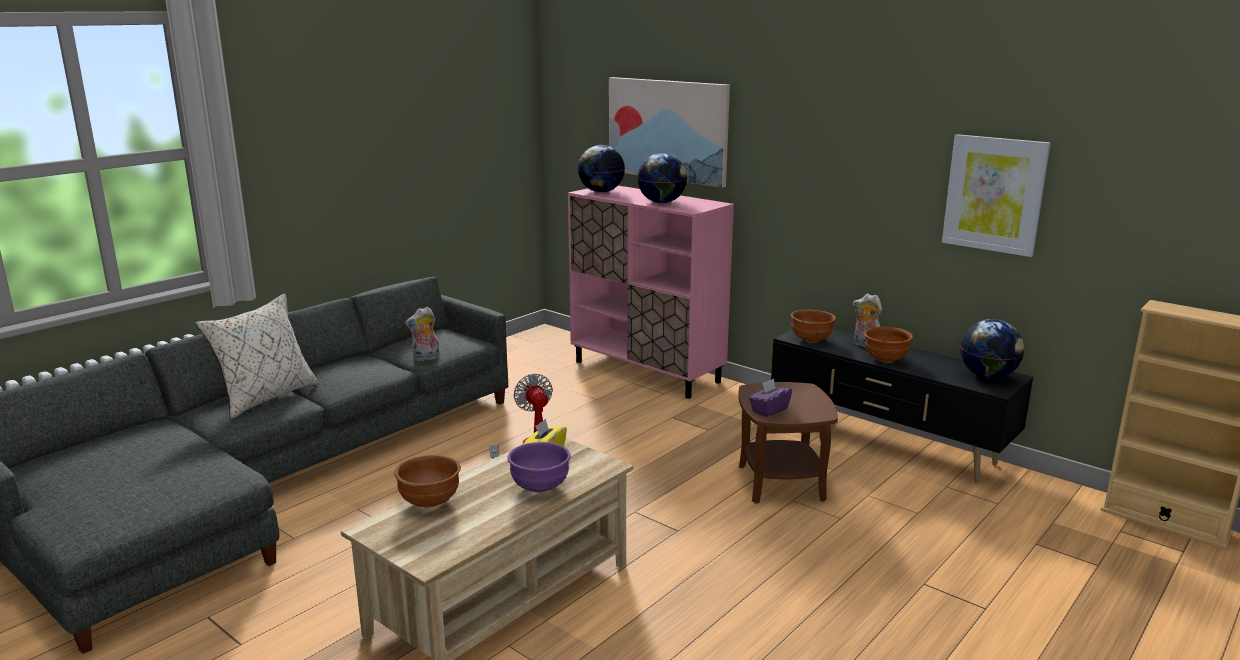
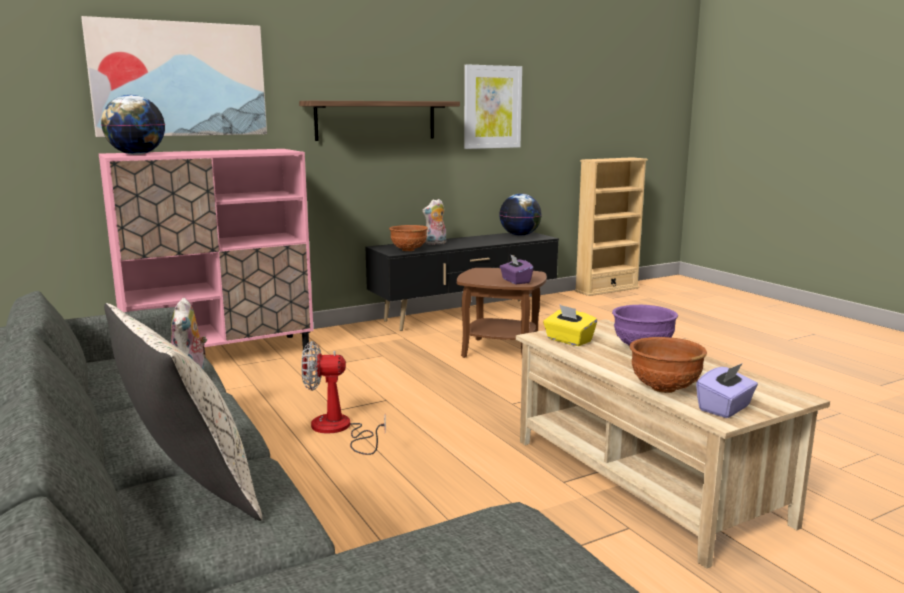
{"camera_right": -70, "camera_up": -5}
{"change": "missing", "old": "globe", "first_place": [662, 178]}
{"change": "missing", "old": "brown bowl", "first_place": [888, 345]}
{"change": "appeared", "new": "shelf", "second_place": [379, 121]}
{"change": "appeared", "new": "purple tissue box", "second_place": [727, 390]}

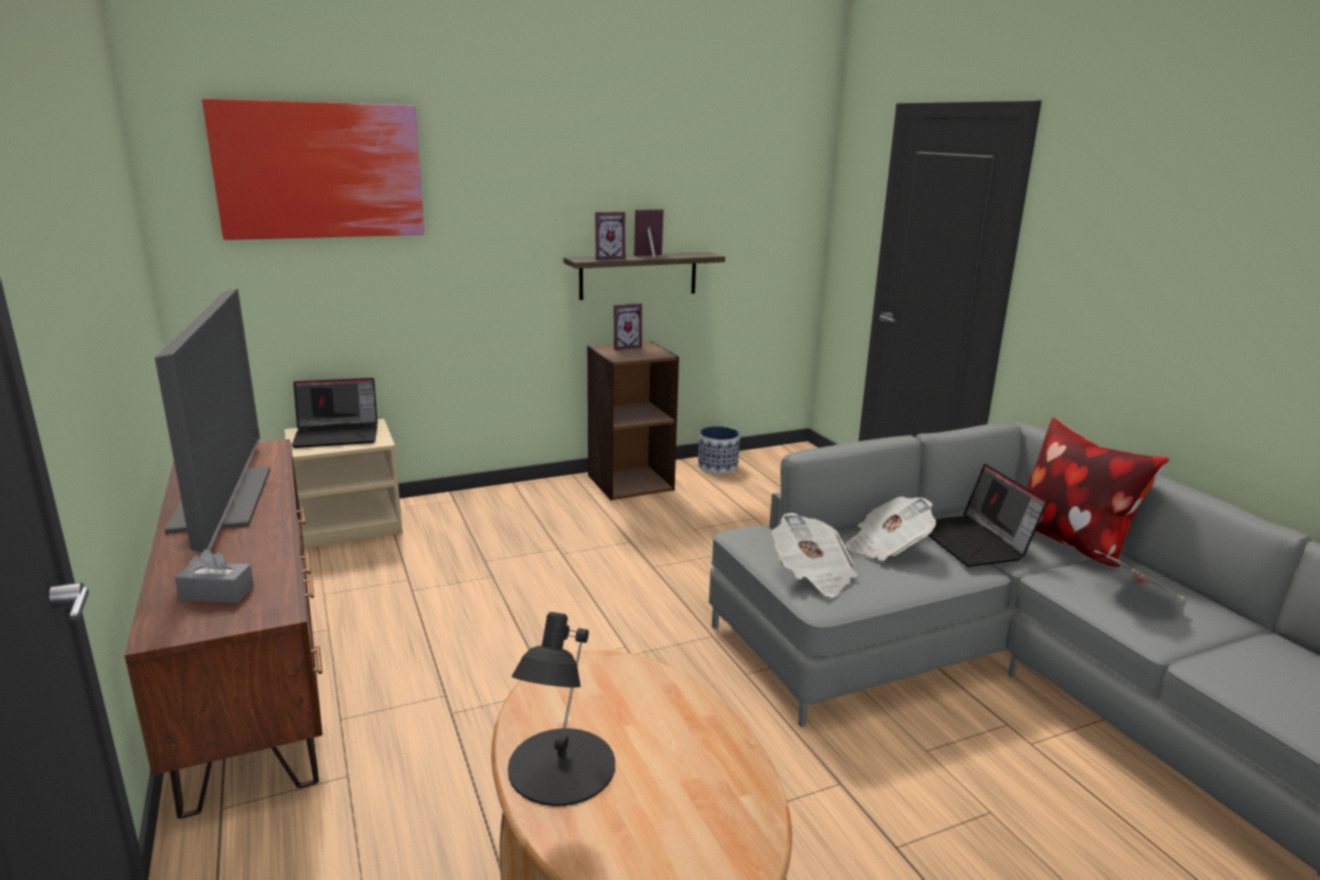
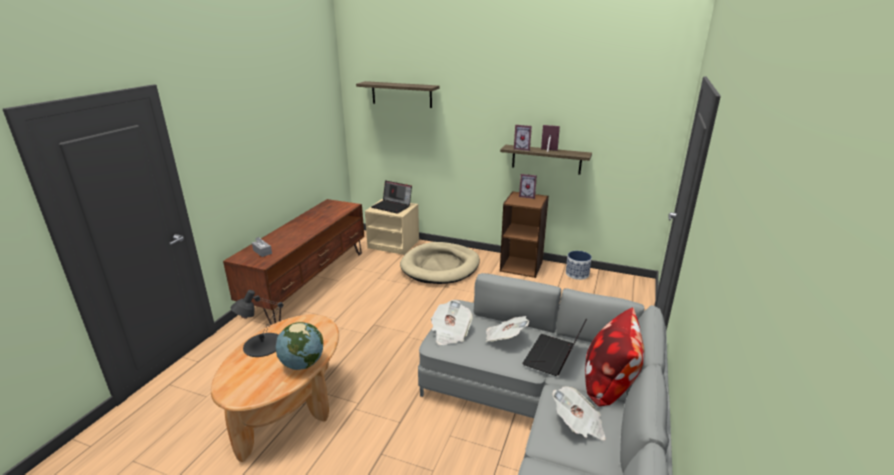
{"camera_right": 45, "camera_up": 5}
{"change": "exchanged", "old": "picture", "new": "shelf", "first_place": [313, 169], "second_place": [397, 94]}
{"change": "missing", "old": "television", "first_place": [212, 420]}
{"change": "appeared", "new": "beige dog bed", "second_place": [440, 263]}
{"change": "appeared", "new": "globe", "second_place": [299, 346]}

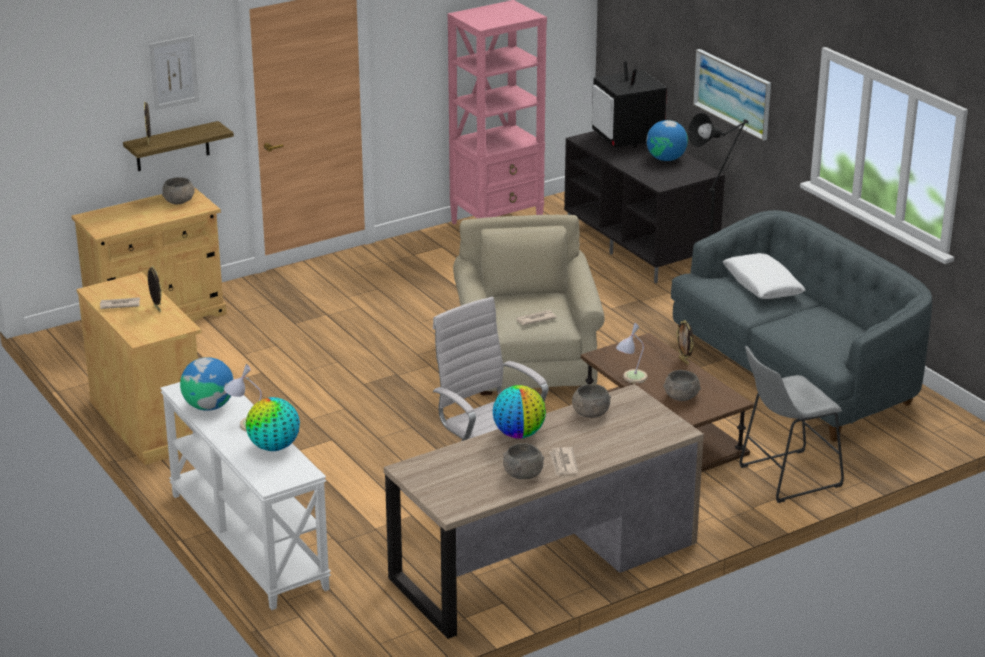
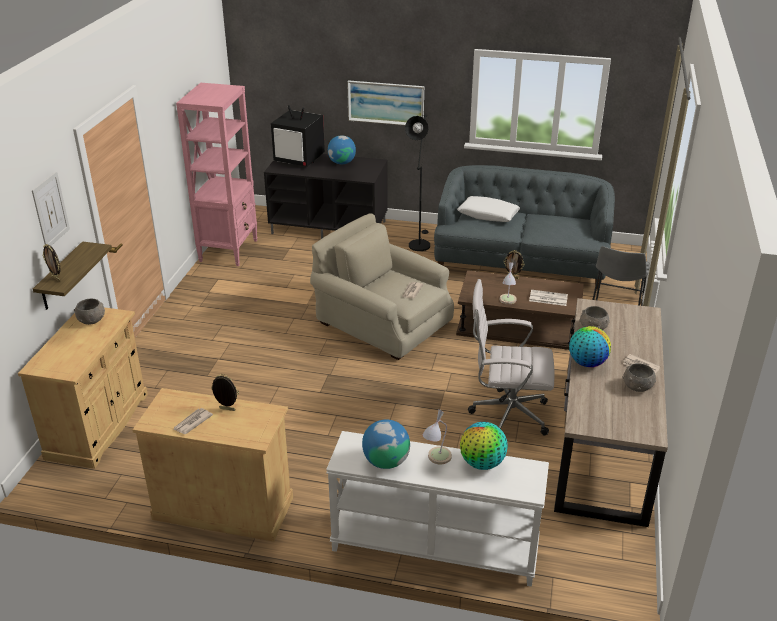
{"camera_right": -45, "camera_up": 5}
{"change": "exchanged", "old": "grey bowl", "new": "newspaper", "first_place": [682, 385], "second_place": [548, 298]}

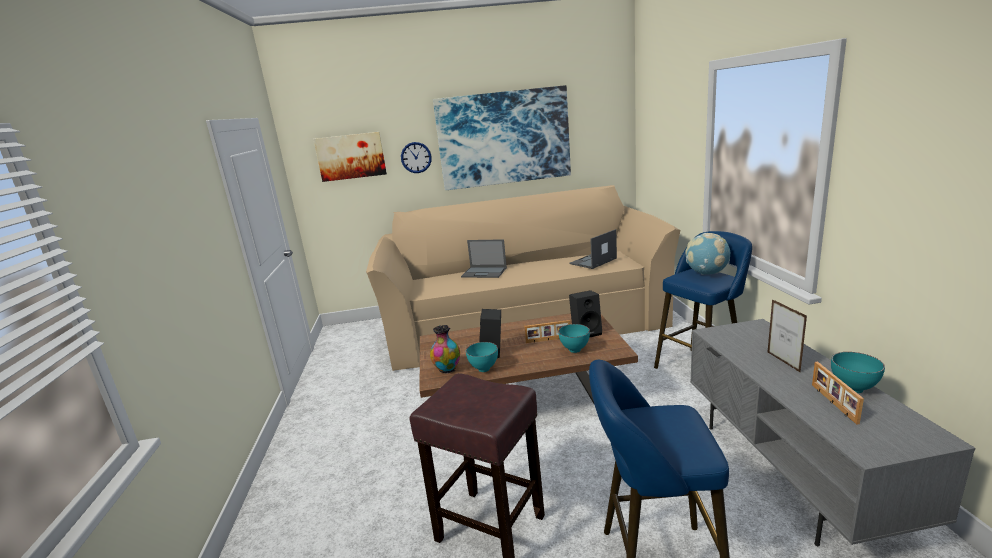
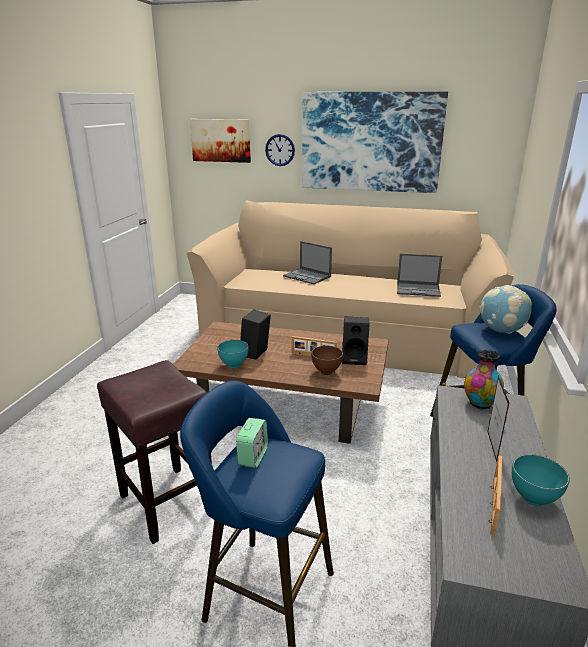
{"camera_right": 20, "camera_up": 5}
{"change": "spun", "old": "laptop", "first_place": [593, 249], "second_place": [419, 275], "degrees": -150}
{"change": "colour", "old": "turquoise bowl", "new": "brown bowl", "first_place": [574, 338], "second_place": [327, 360]}
{"change": "relocated", "old": "vase", "first_place": [445, 349], "second_place": [484, 379]}
{"change": "appeared", "new": "alarm clock", "second_place": [252, 443]}

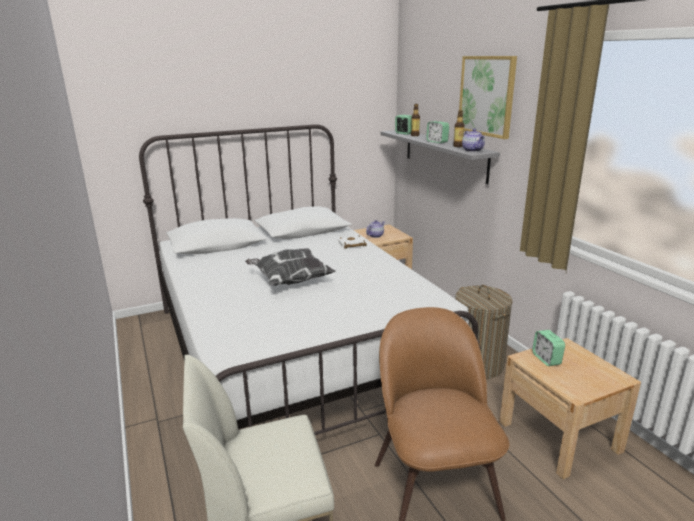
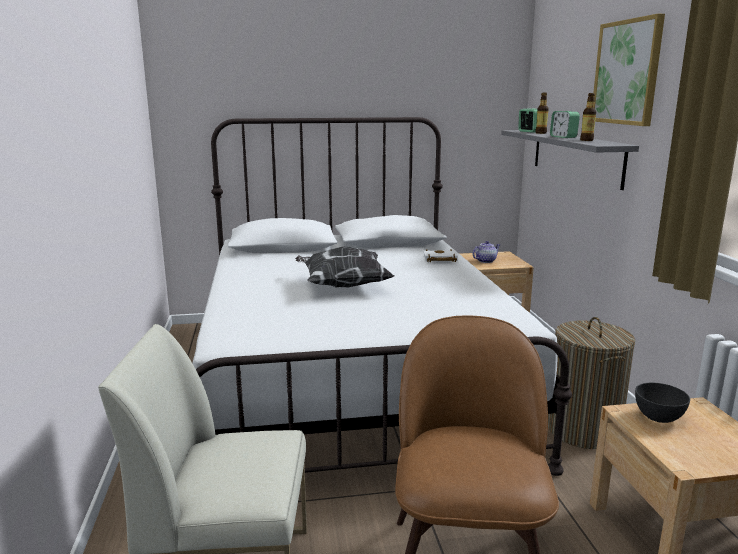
{"camera_right": 15, "camera_up": -5}
{"change": "missing", "old": "teapot", "first_place": [473, 140]}
{"change": "exchanged", "old": "alarm clock", "new": "grey bowl", "first_place": [548, 348], "second_place": [662, 403]}

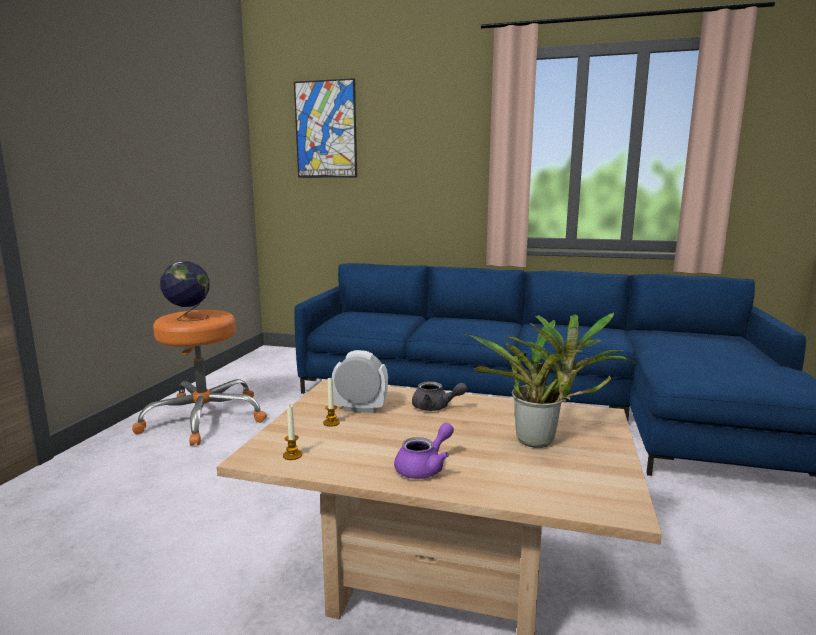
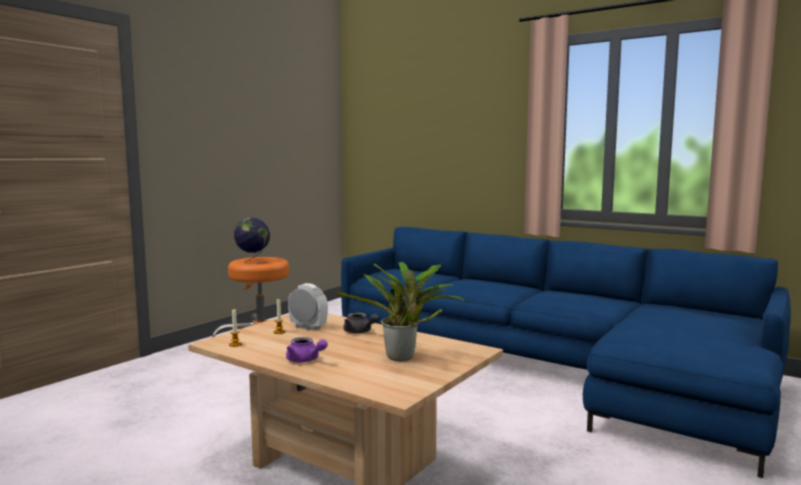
{"camera_right": 20, "camera_up": -5}
{"change": "missing", "old": "picture", "first_place": [325, 128]}
{"change": "spun", "old": "purple teapot", "first_place": [424, 451], "second_place": [307, 349], "degrees": 60}

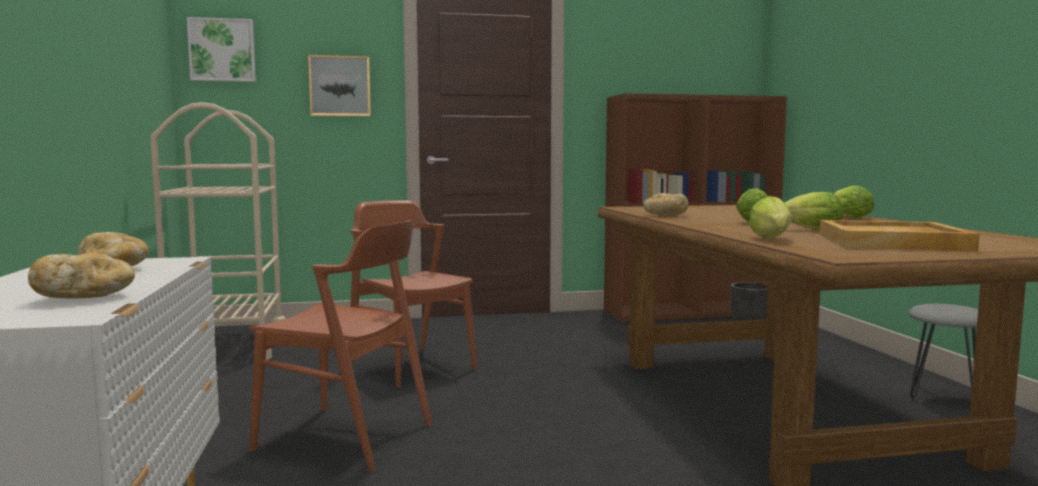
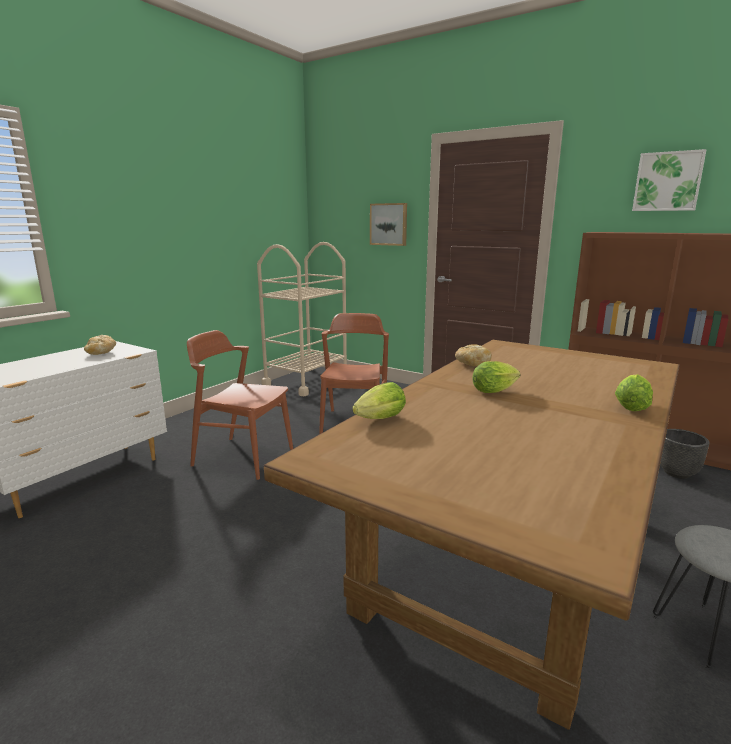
{"camera_right": 45, "camera_up": 10}
{"change": "relocated", "old": "picture", "first_place": [221, 49], "second_place": [669, 180]}
{"change": "missing", "old": "lettuce", "first_place": [814, 211]}
{"change": "spun", "old": "brown chair", "first_place": [340, 345], "second_place": [240, 405], "degrees": 135}
{"change": "missing", "old": "beige tray", "first_place": [899, 235]}
{"change": "missing", "old": "bread", "first_place": [81, 275]}

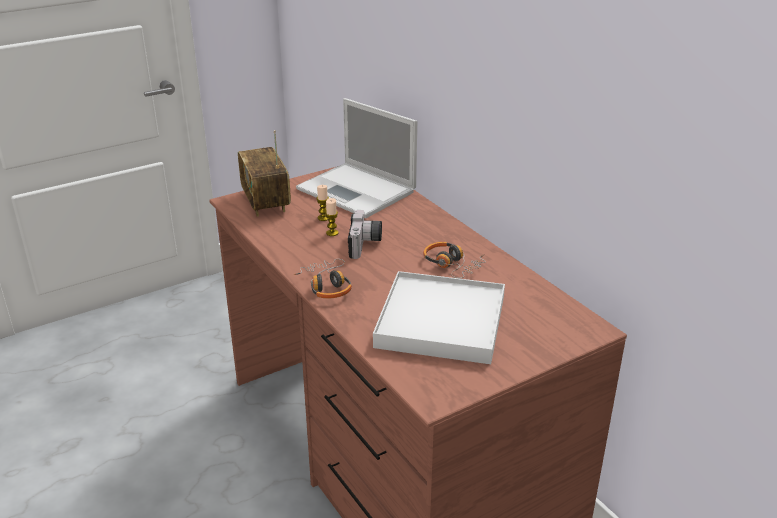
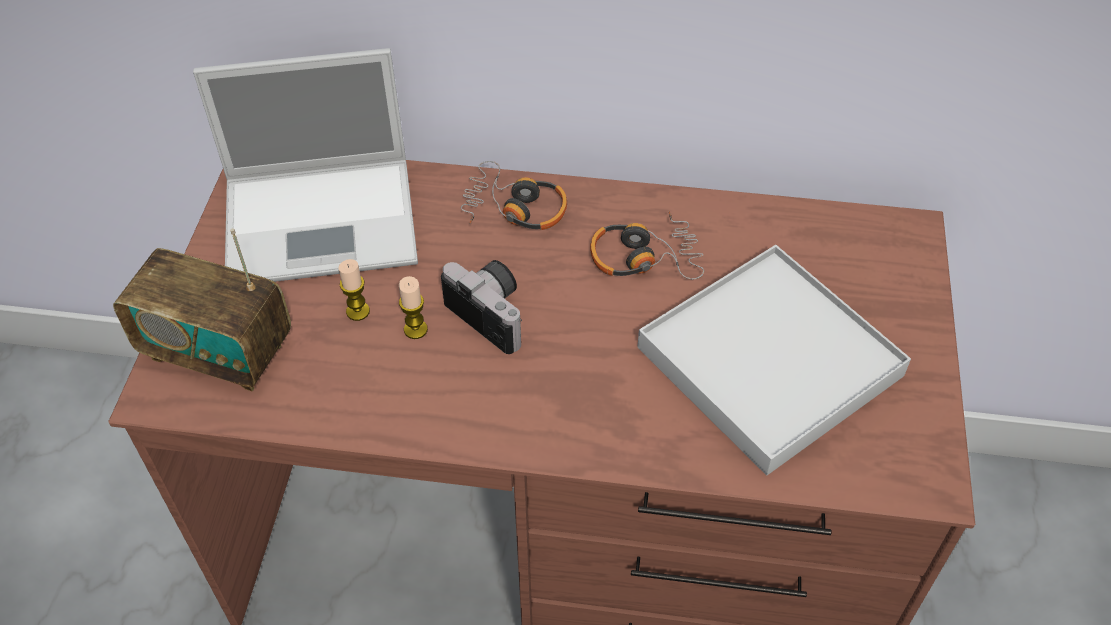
{"camera_right": -50, "camera_up": 20}
{"change": "relocated", "old": "headphones", "first_place": [323, 279], "second_place": [514, 195]}

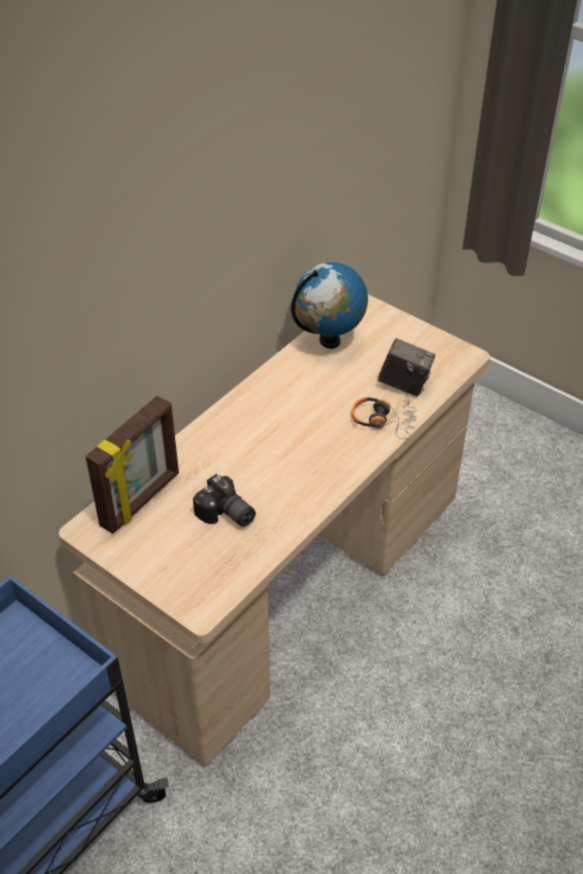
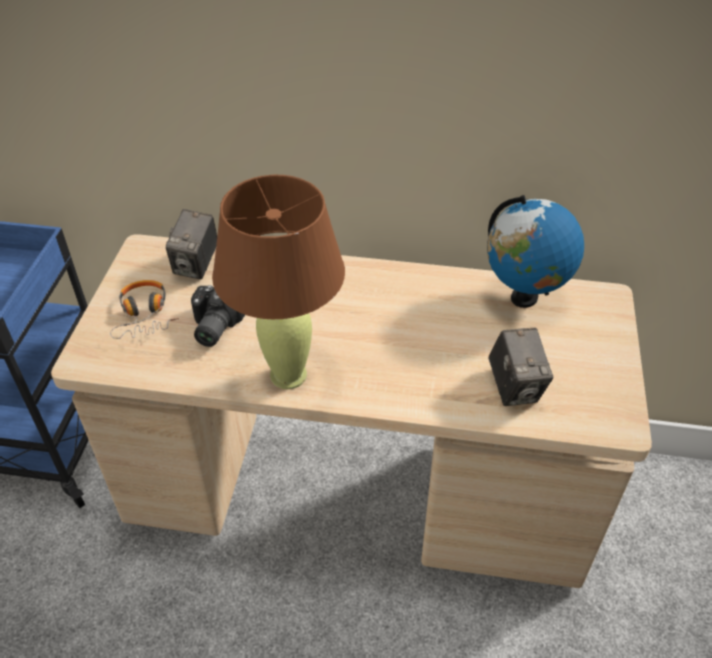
{"camera_right": 60, "camera_up": 0}
{"change": "exchanged", "old": "picture frame", "new": "photo camera", "first_place": [132, 465], "second_place": [191, 244]}
{"change": "relocated", "old": "headphones", "first_place": [383, 418], "second_place": [144, 309]}
{"change": "appeared", "new": "brown table lamp", "second_place": [278, 282]}

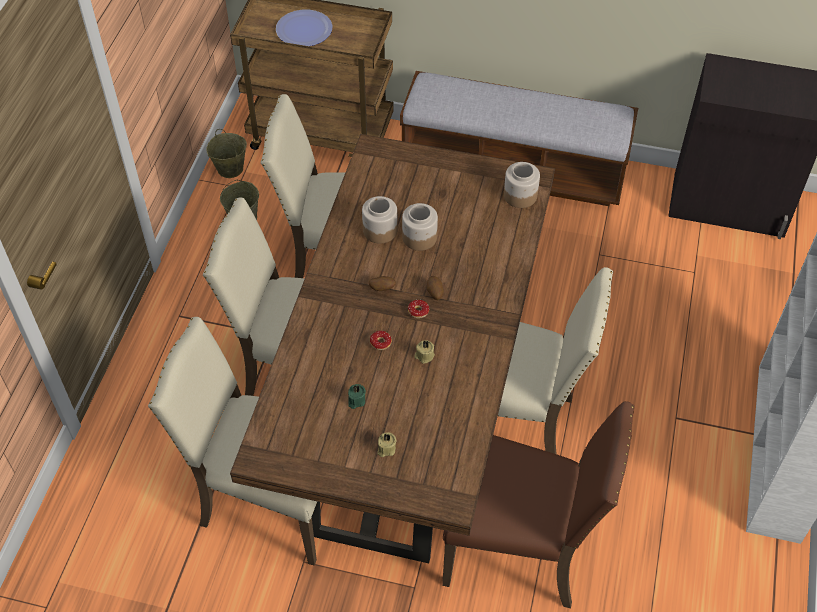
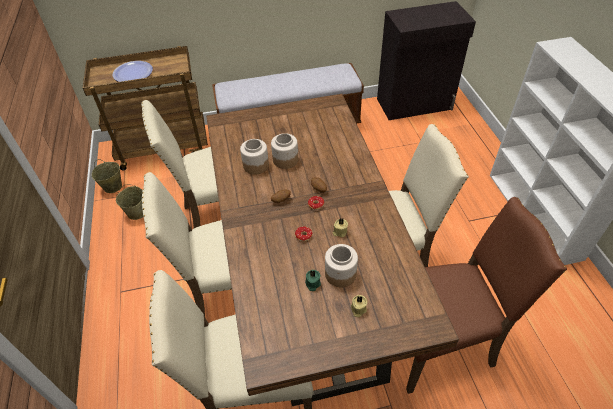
{"camera_right": -25, "camera_up": -5}
{"change": "relocated", "old": "jar", "first_place": [522, 185], "second_place": [341, 265]}

